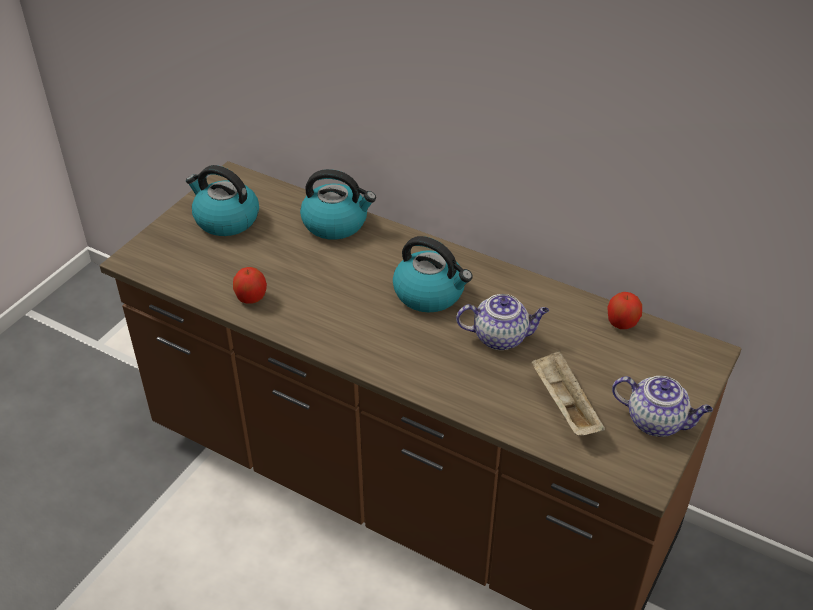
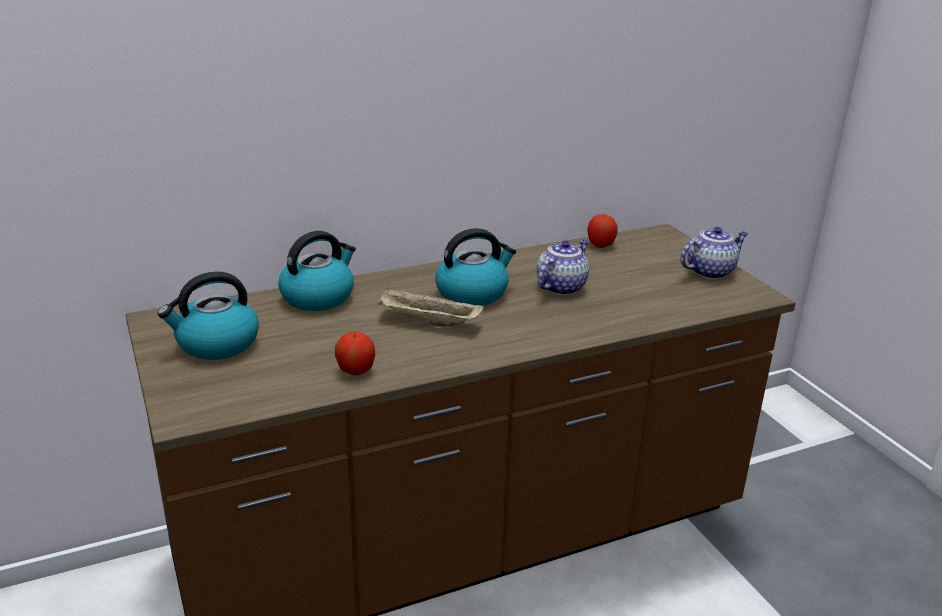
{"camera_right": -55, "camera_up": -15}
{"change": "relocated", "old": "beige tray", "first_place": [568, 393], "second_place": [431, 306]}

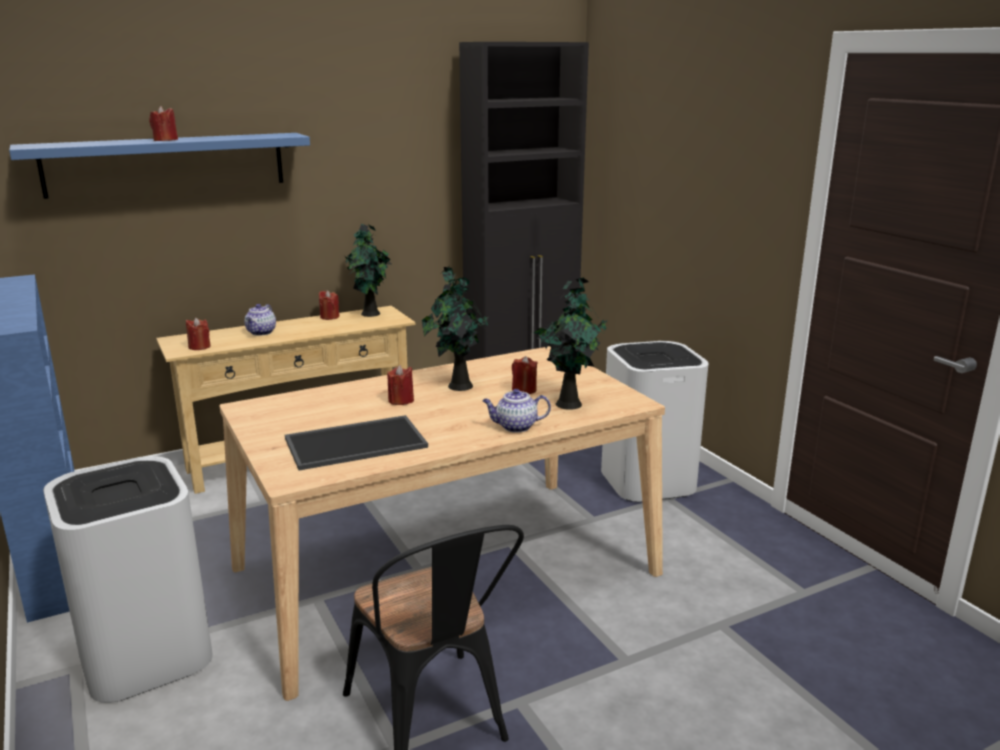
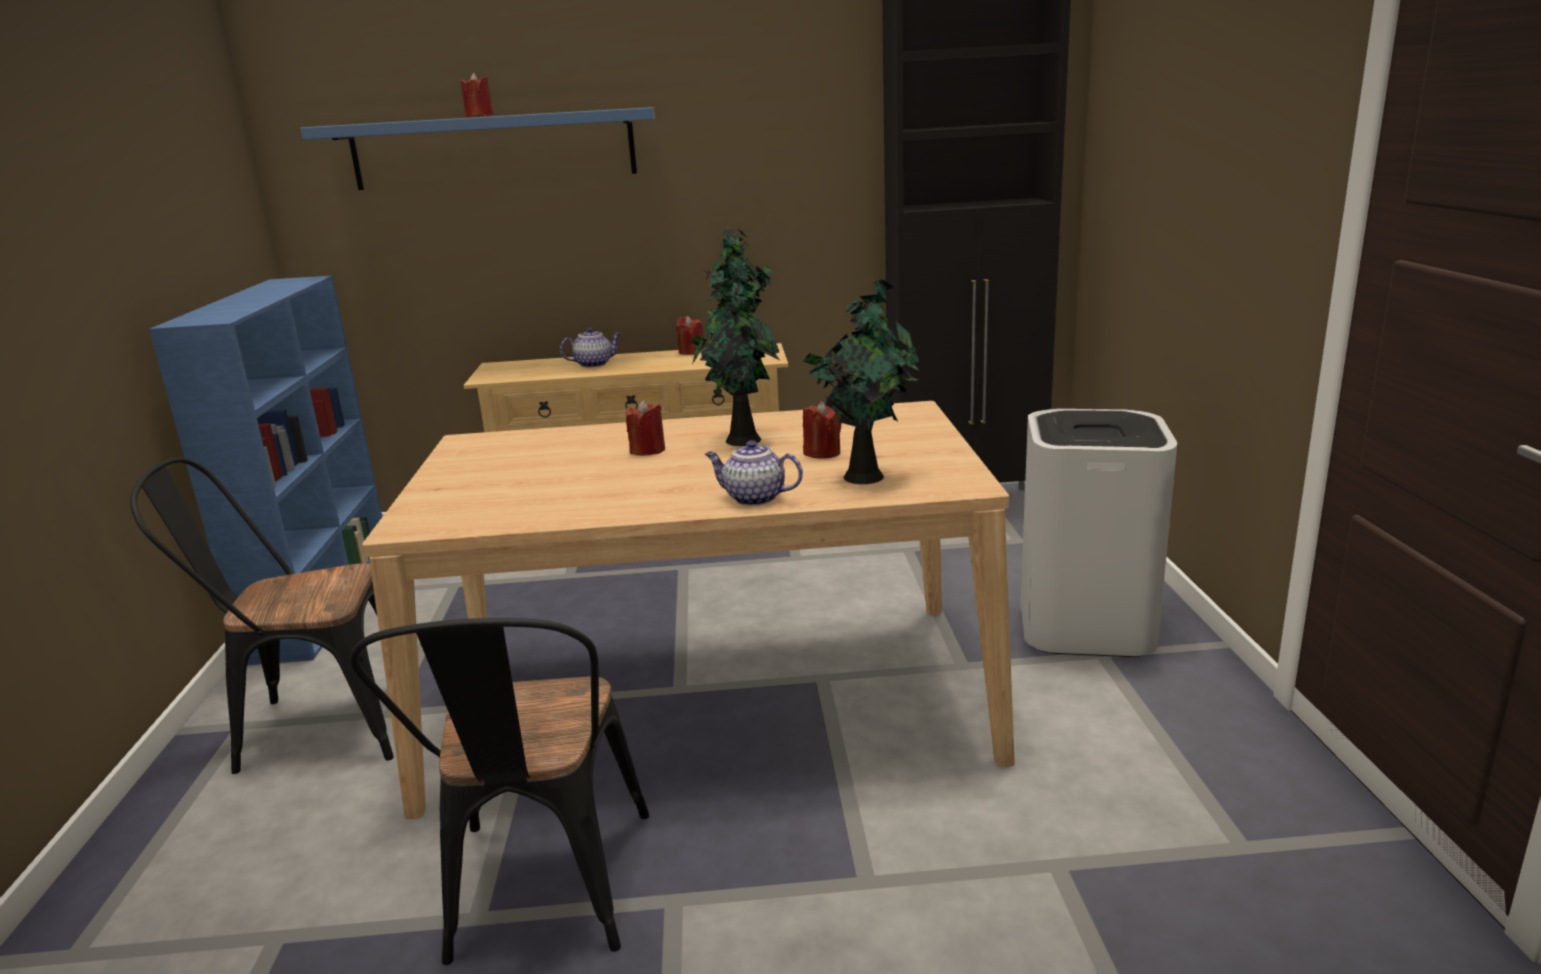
{"camera_right": 25, "camera_up": 0}
{"change": "spun", "old": "teapot", "first_place": [260, 320], "second_place": [590, 347], "degrees": -150}
{"change": "missing", "old": "red candle", "first_place": [198, 334]}
{"change": "missing", "old": "tray", "first_place": [356, 442]}
{"change": "exchanged", "old": "white trash can", "new": "black chair", "first_place": [128, 579], "second_place": [262, 615]}

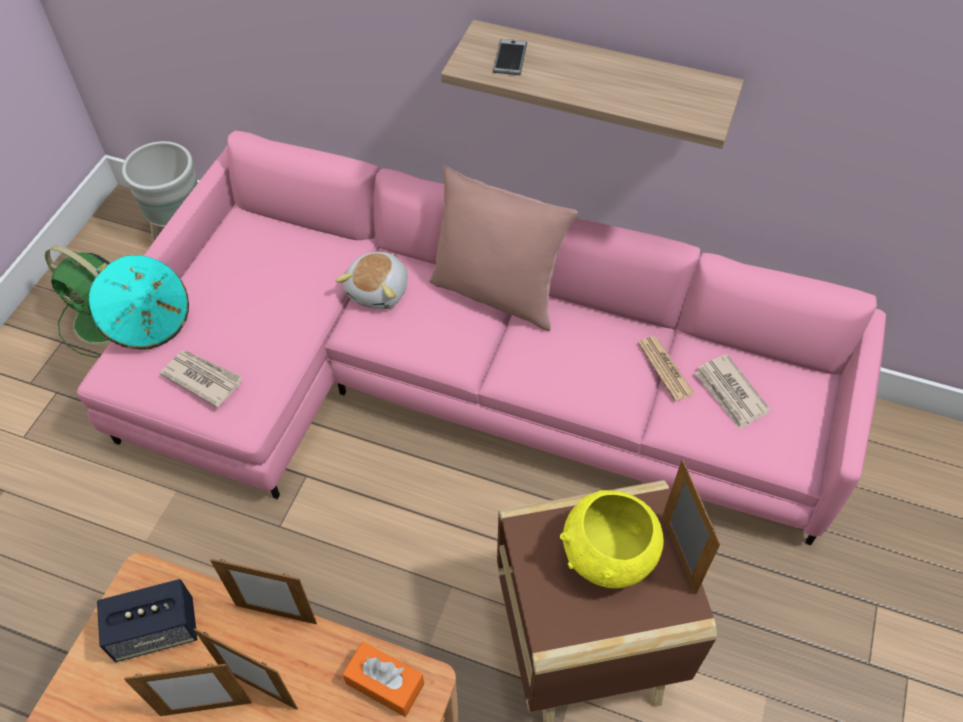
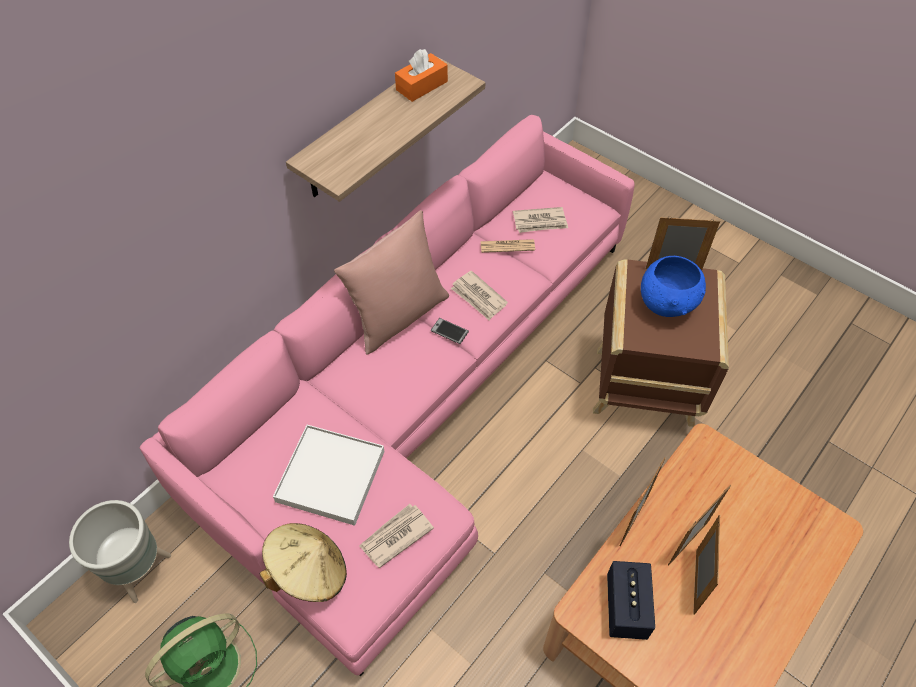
{"camera_right": -70, "camera_up": 0}
{"change": "relocated", "old": "phone", "first_place": [510, 57], "second_place": [450, 331]}
{"change": "missing", "old": "plush toy", "first_place": [371, 280]}
{"change": "colour", "old": "turquoise hat", "new": "beige hat", "first_place": [139, 302], "second_place": [303, 562]}
{"change": "colour", "old": "yellow bowl", "new": "blue bowl", "first_place": [612, 539], "second_place": [673, 286]}
{"change": "relocated", "old": "orange tissue box", "first_place": [383, 679], "second_place": [421, 75]}
{"change": "appeared", "new": "newspaper", "second_place": [479, 295]}
{"change": "appeared", "new": "white tray", "second_place": [329, 475]}

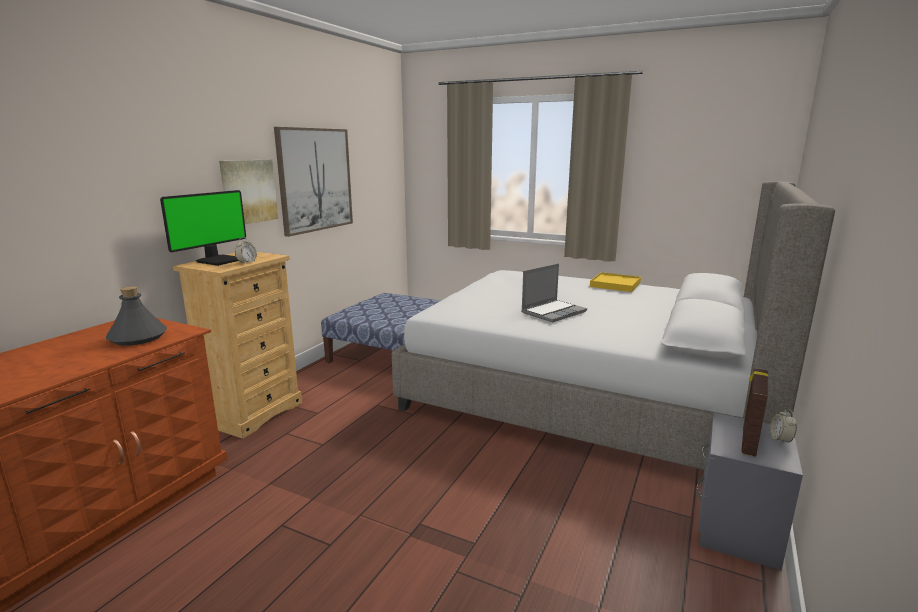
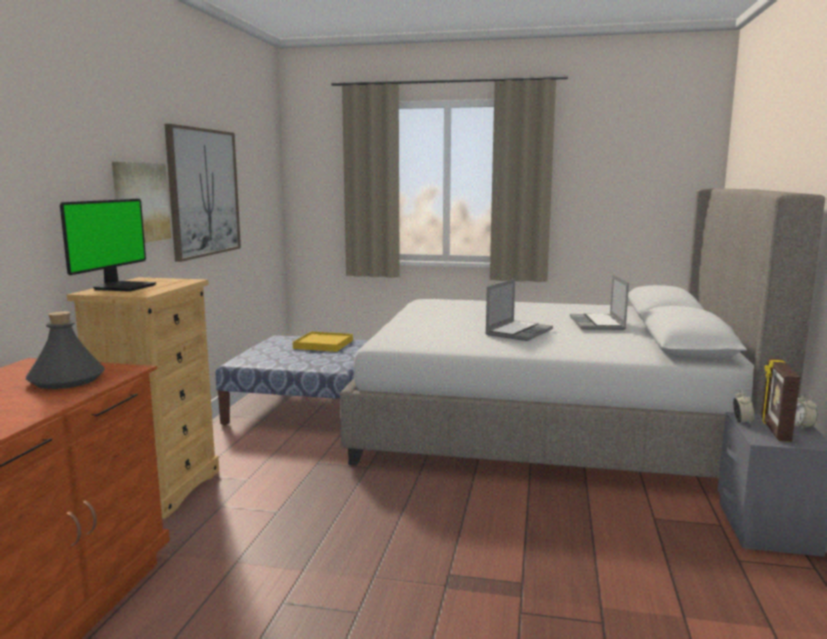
{"camera_right": -15, "camera_up": -5}
{"change": "relocated", "old": "alarm clock", "first_place": [246, 250], "second_place": [744, 407]}
{"change": "relocated", "old": "yellow tray", "first_place": [615, 282], "second_place": [323, 341]}
{"change": "appeared", "new": "laptop", "second_place": [599, 302]}

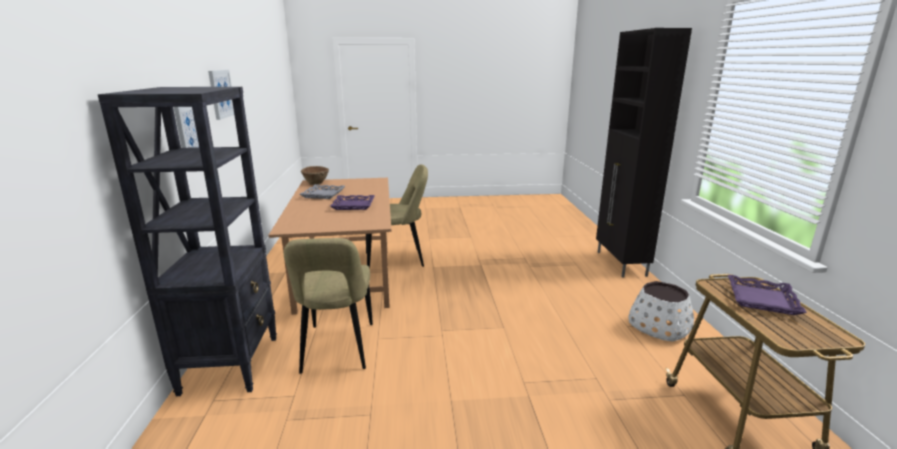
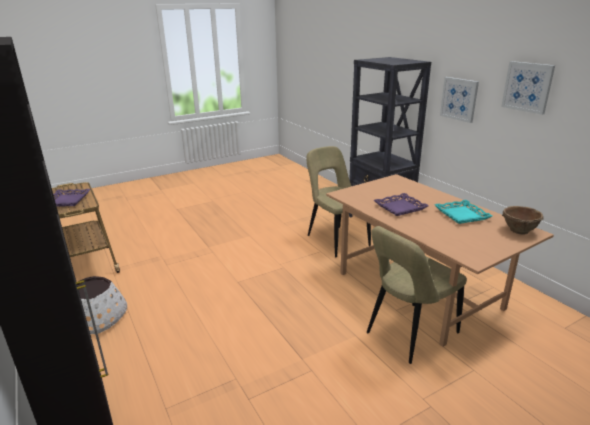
{"camera_right": 155, "camera_up": 5}
{"change": "colour", "old": "grey tray", "new": "turquoise tray", "first_place": [322, 191], "second_place": [463, 212]}

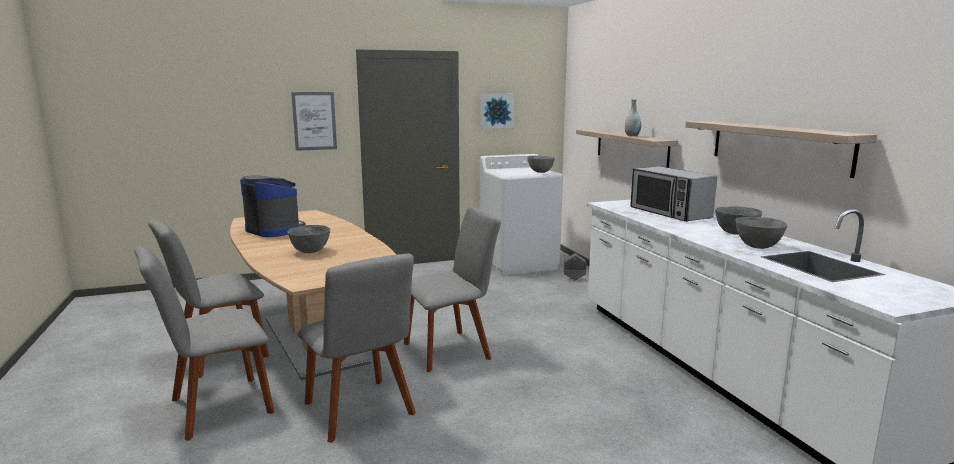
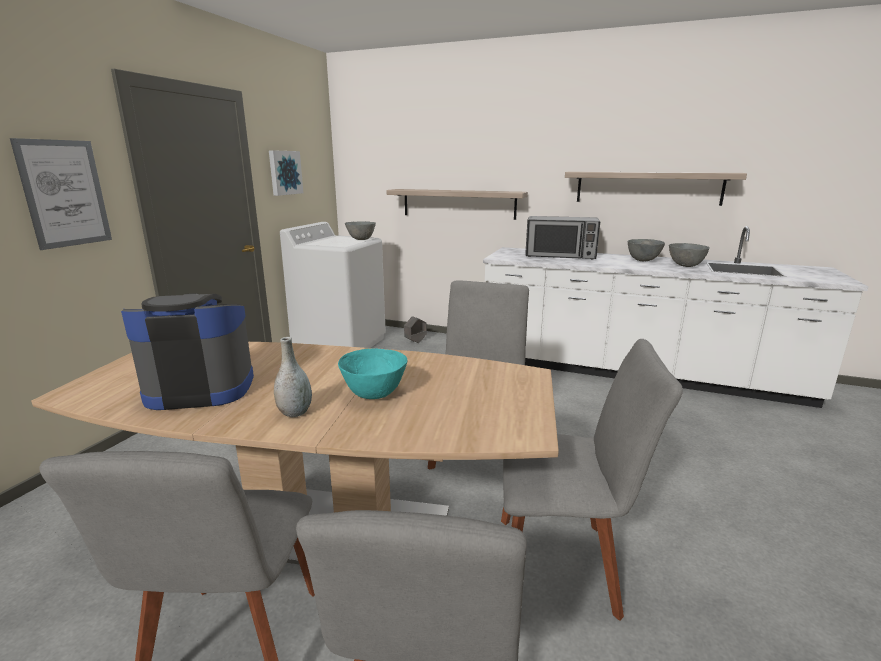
{"camera_right": -50, "camera_up": 5}
{"change": "relocated", "old": "grey vase", "first_place": [633, 117], "second_place": [293, 377]}
{"change": "colour", "old": "grey bowl", "new": "turquoise bowl", "first_place": [309, 239], "second_place": [372, 373]}

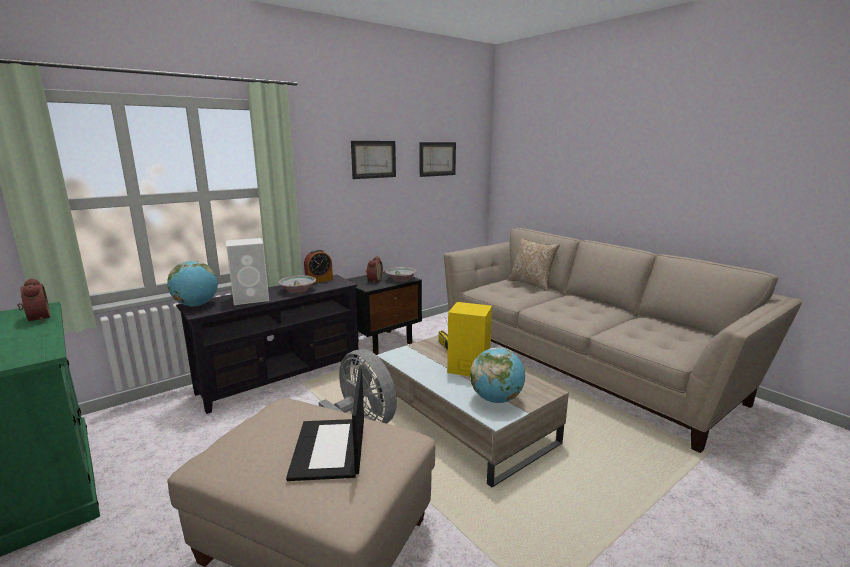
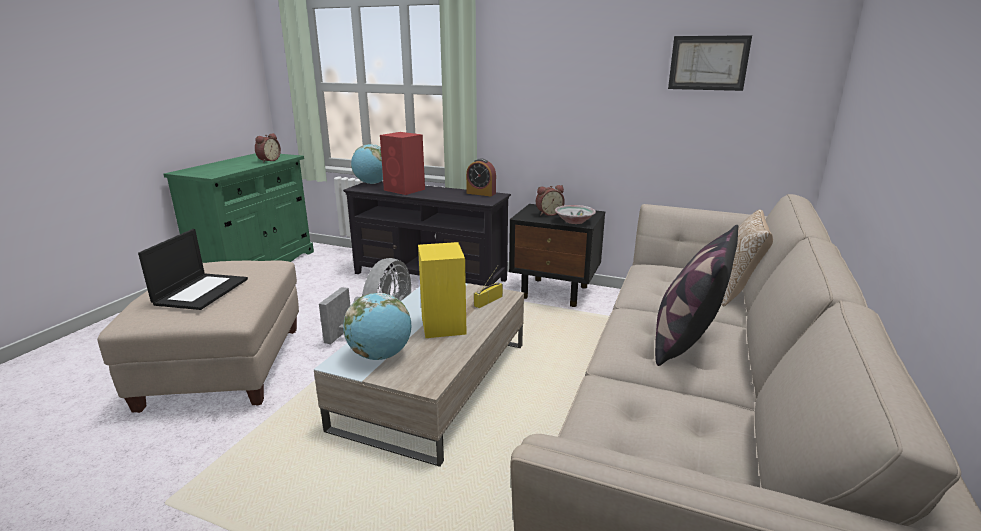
{"camera_right": 60, "camera_up": 5}
{"change": "missing", "old": "picture", "first_place": [373, 160]}
{"change": "colour", "old": "white speaker", "new": "red speaker", "first_place": [247, 271], "second_place": [402, 163]}
{"change": "missing", "old": "bowl", "first_place": [297, 284]}
{"change": "spun", "old": "laptop", "first_place": [325, 425], "second_place": [193, 269], "degrees": 135}
{"change": "appeared", "new": "pillow", "second_place": [696, 295]}

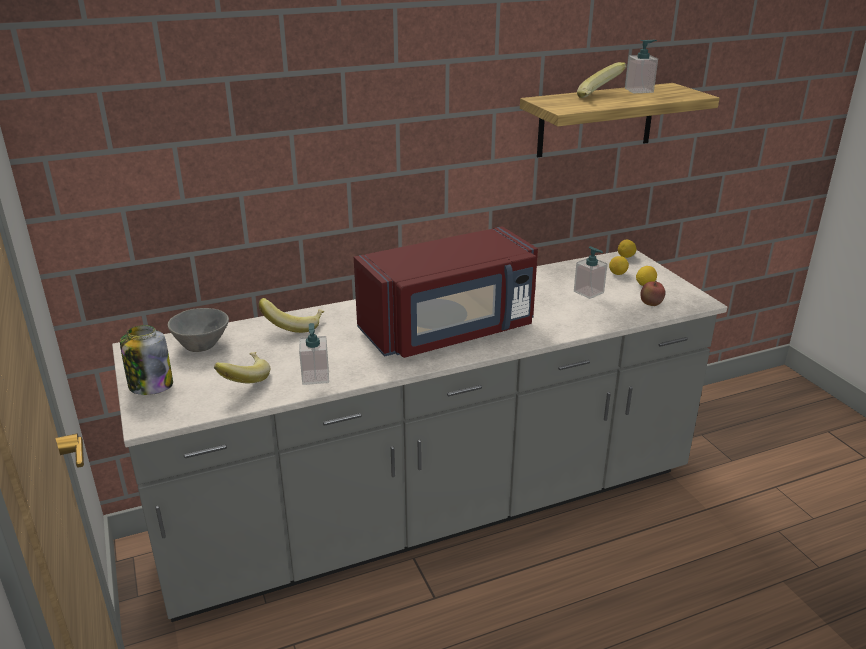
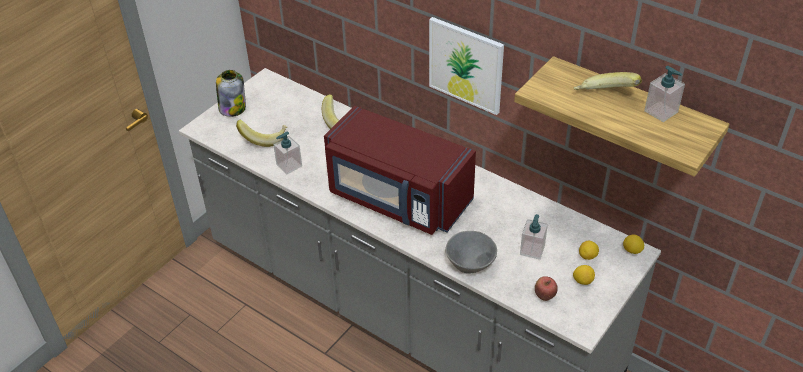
{"camera_right": 60, "camera_up": 15}
{"change": "relocated", "old": "grey bowl", "first_place": [198, 330], "second_place": [471, 252]}
{"change": "appeared", "new": "picture", "second_place": [466, 66]}

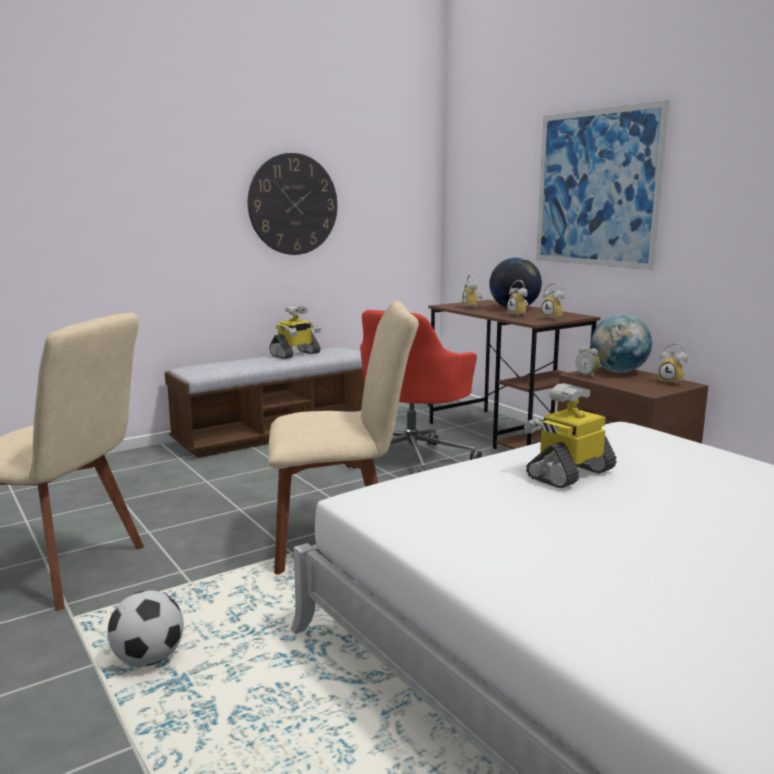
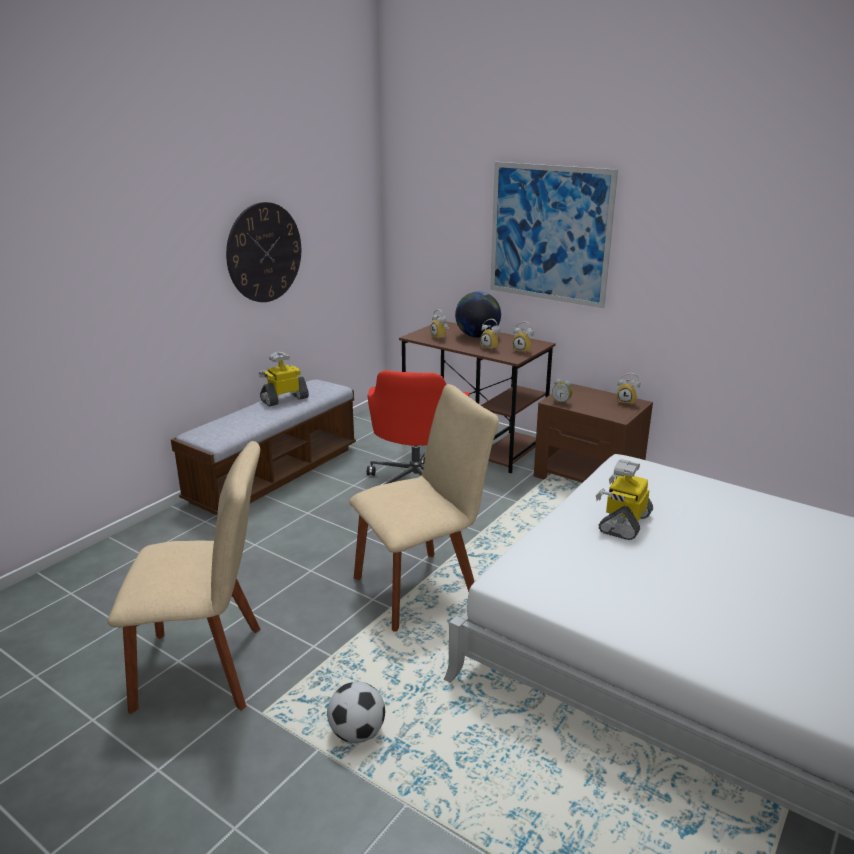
{"camera_right": -20, "camera_up": 10}
{"change": "spun", "old": "toy robot", "first_place": [295, 332], "second_place": [284, 379], "degrees": -150}
{"change": "missing", "old": "globe", "first_place": [621, 343]}

